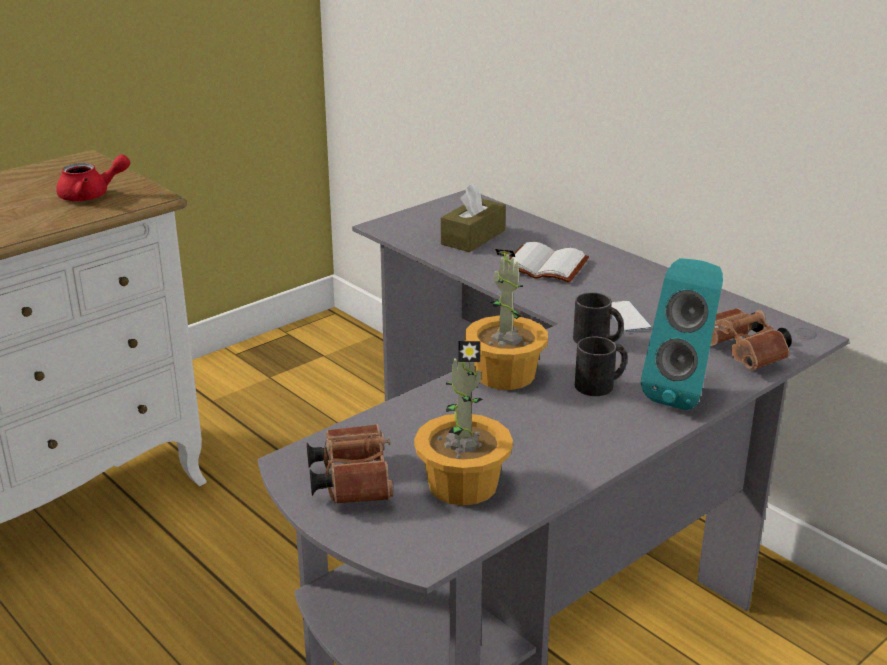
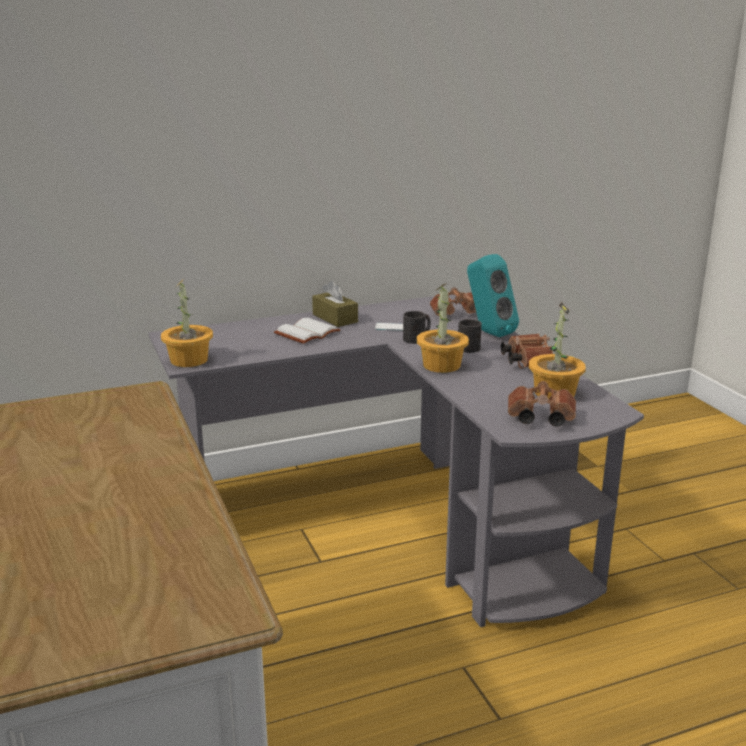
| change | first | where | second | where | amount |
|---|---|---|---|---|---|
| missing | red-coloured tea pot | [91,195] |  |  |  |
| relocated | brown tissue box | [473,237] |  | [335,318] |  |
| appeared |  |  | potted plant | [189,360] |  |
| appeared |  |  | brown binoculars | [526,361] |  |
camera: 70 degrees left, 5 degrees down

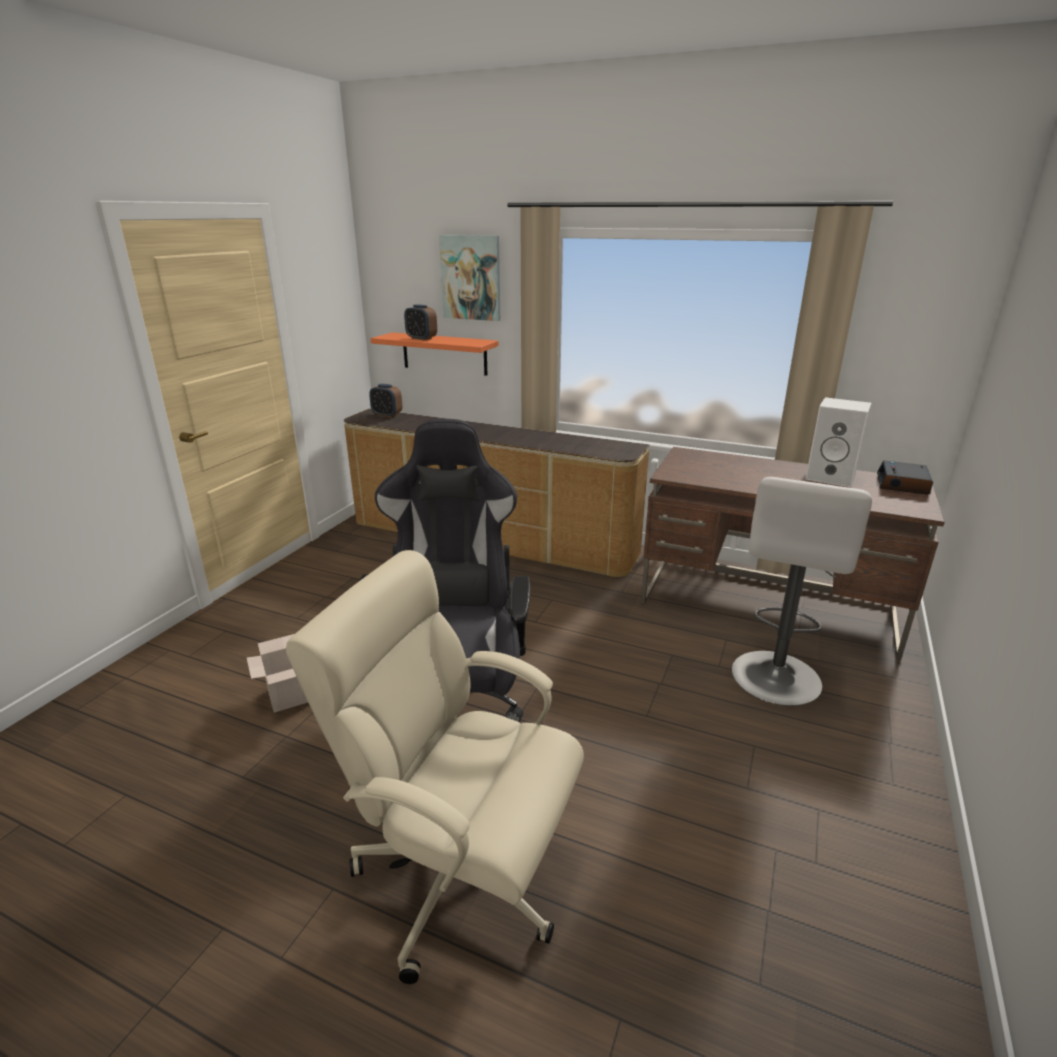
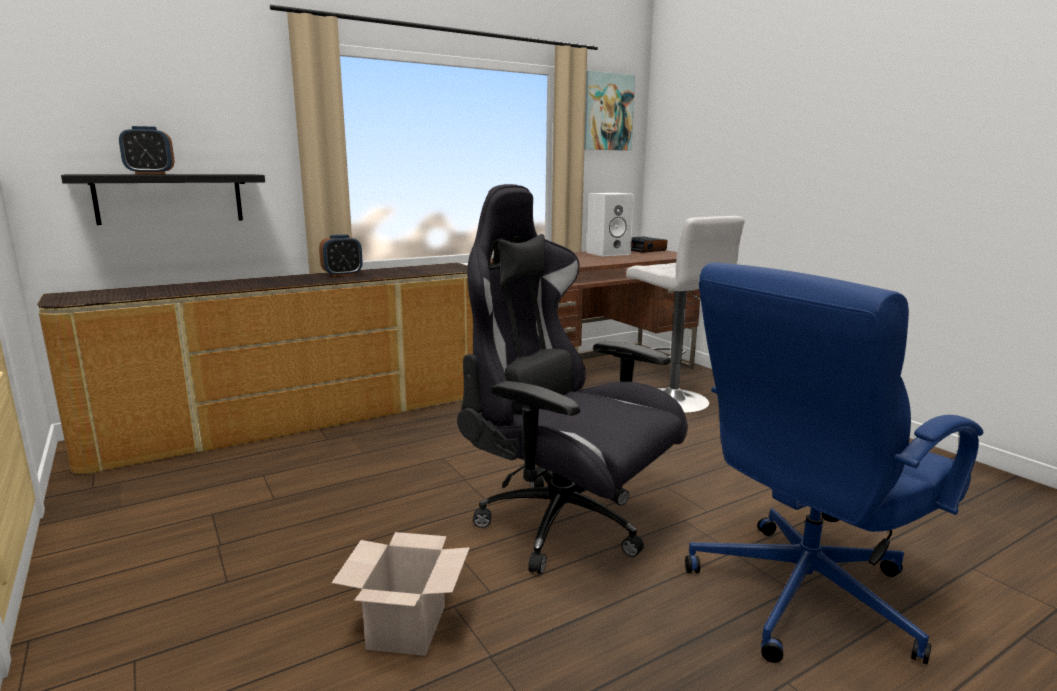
| change | first | where | second | where | amount |
|---|---|---|---|---|---|
| relocated | wall picture | [471,278] |  | [607,112] |  |
| colour | orangey shelf | [444,353] | black shelf | [170,198] |  |
| relocated | bedside clock | [387,415] |  | [342,274] |  |
| colour | beige desk chair | [461,875] | blue-coloured desk chair | [805,593] |  |
camera: 55 degrees left, 10 degrees down

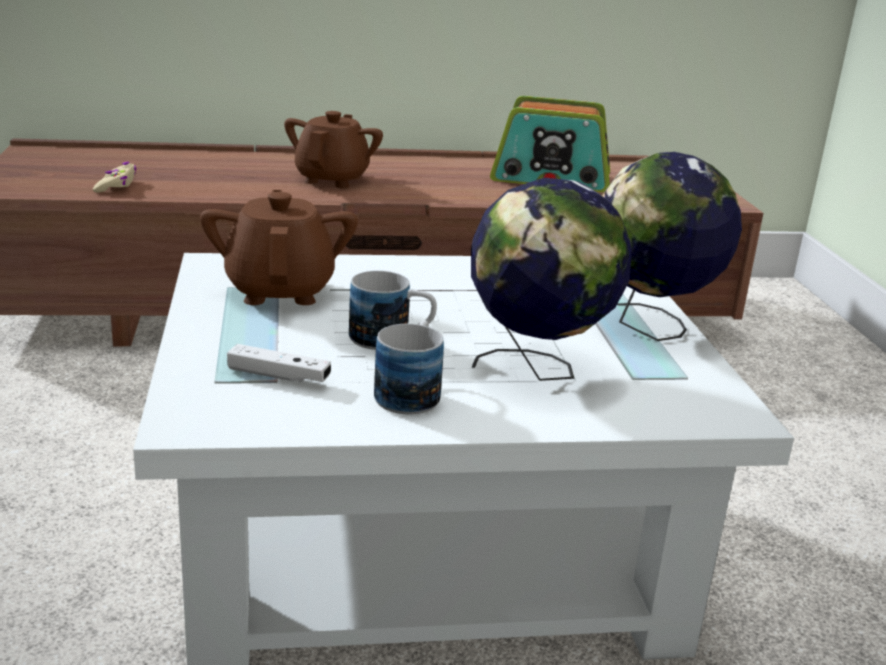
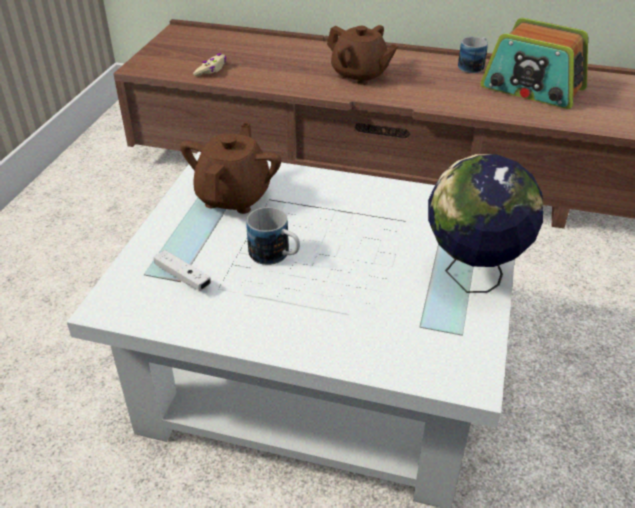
| change | first | where | second | where | amount |
|---|---|---|---|---|---|
| spun | brown tea pot | [332,179] |  | [359,75] | 90 degrees clockwise |
| missing | world globe | [537,370] |  |  |  |
| relocated | coffee mug | [411,392] |  | [473,65] |  |
camera: 25 degrees right, 15 degrees up

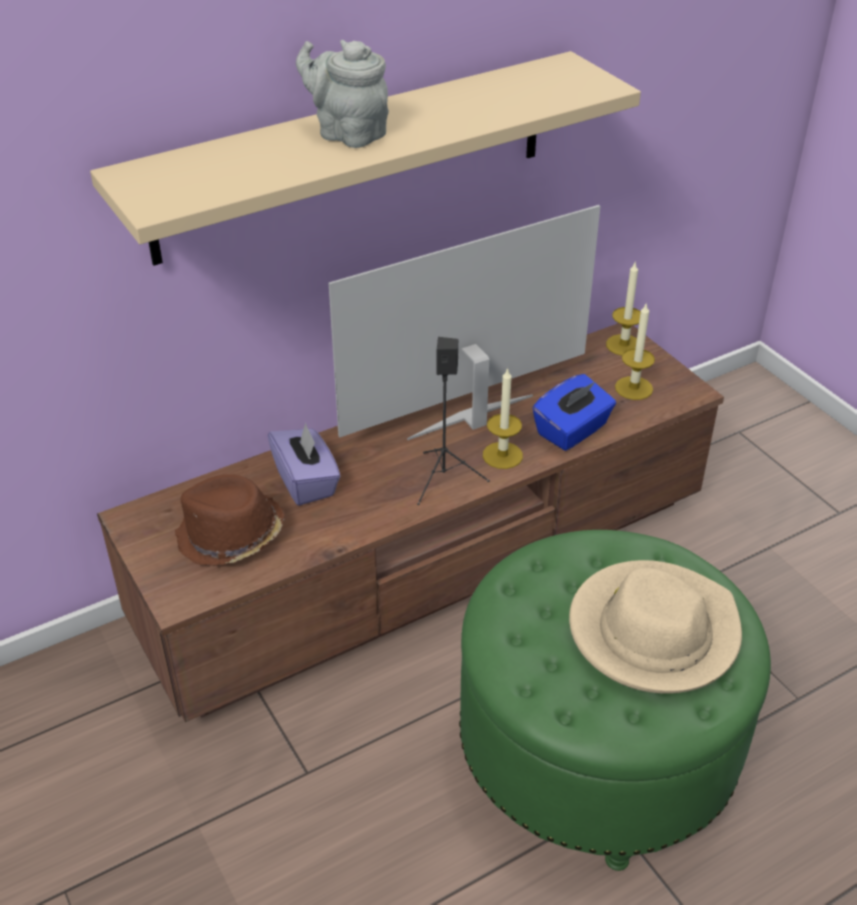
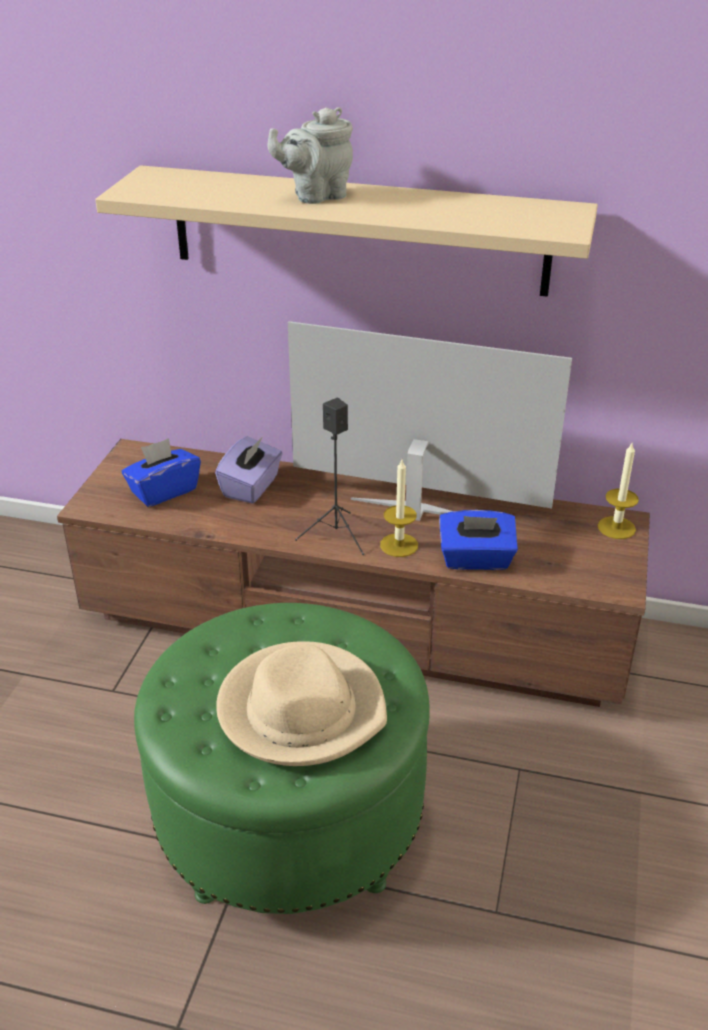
| change | first | where | second | where | amount |
|---|---|---|---|---|---|
| spun | greyish tea pot | [347,133] |  | [316,196] | 105 degrees counterclockwise |
| missing | wax light | [633,388] |  |  |  |
| exchanged | brown clothing hat | [230,536] | blue-coloured tissue box | [163,491] |  |
camera: 45 degrees right, 5 degrees down

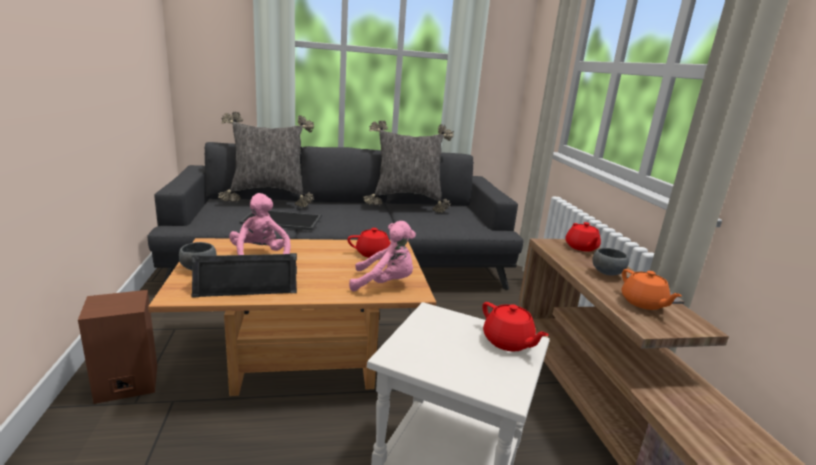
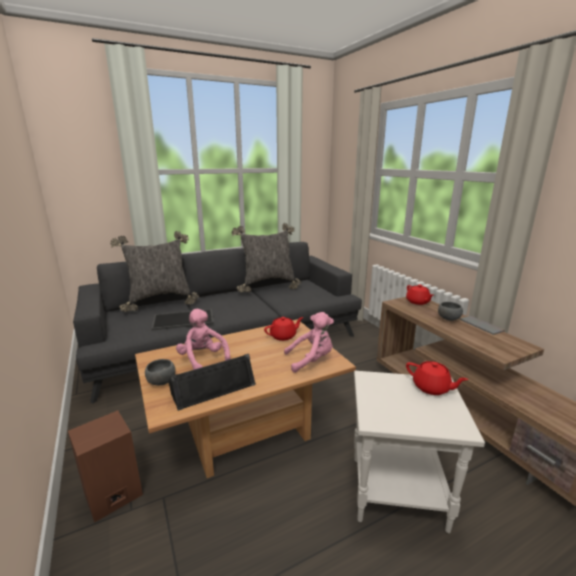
| change | first | where | second | where | amount |
|---|---|---|---|---|---|
| missing | orangey tea pot | [643,303] |  |  |  |
camera: 15 degrees left, 0 degrees up

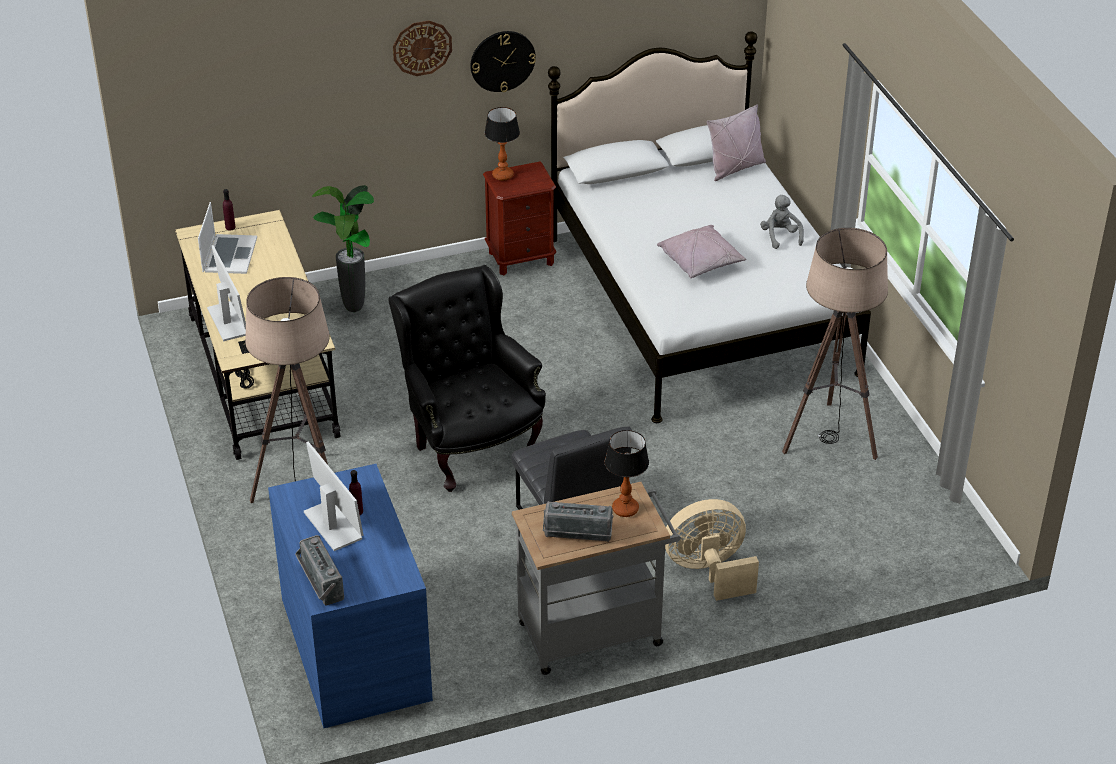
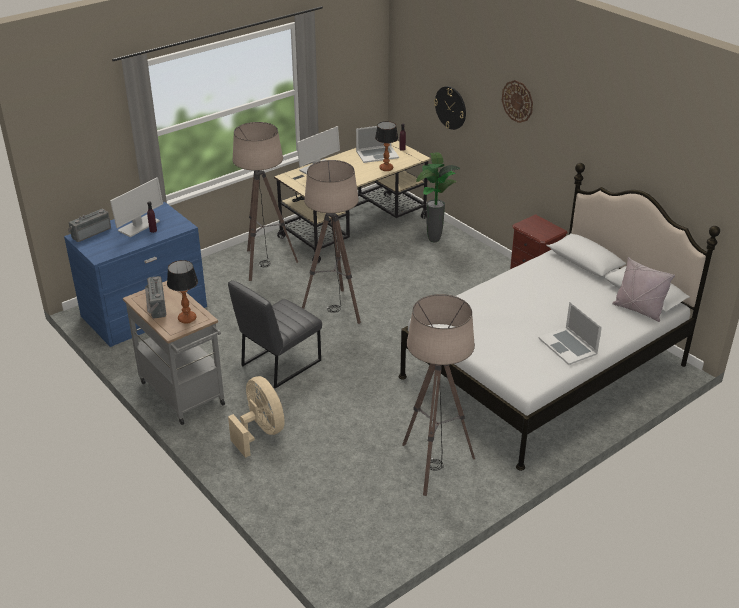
| change | first | where | second | where | amount |
|---|---|---|---|---|---|
| relocated | wall clock | [502,61] |  | [450,107] |  |
| relocated | table lamp | [502,175] |  | [386,168] |  |
| exchanged | greyish soft toy | [780,236] | portable computer | [568,346] |  |
| missing | purple-coloured throw pillow | [701,262] |  |  |  |
| exchanged | black lounge chair | [470,445] | standard lamp | [334,309] |  |
camera: 70 degrees right, 5 degrees down

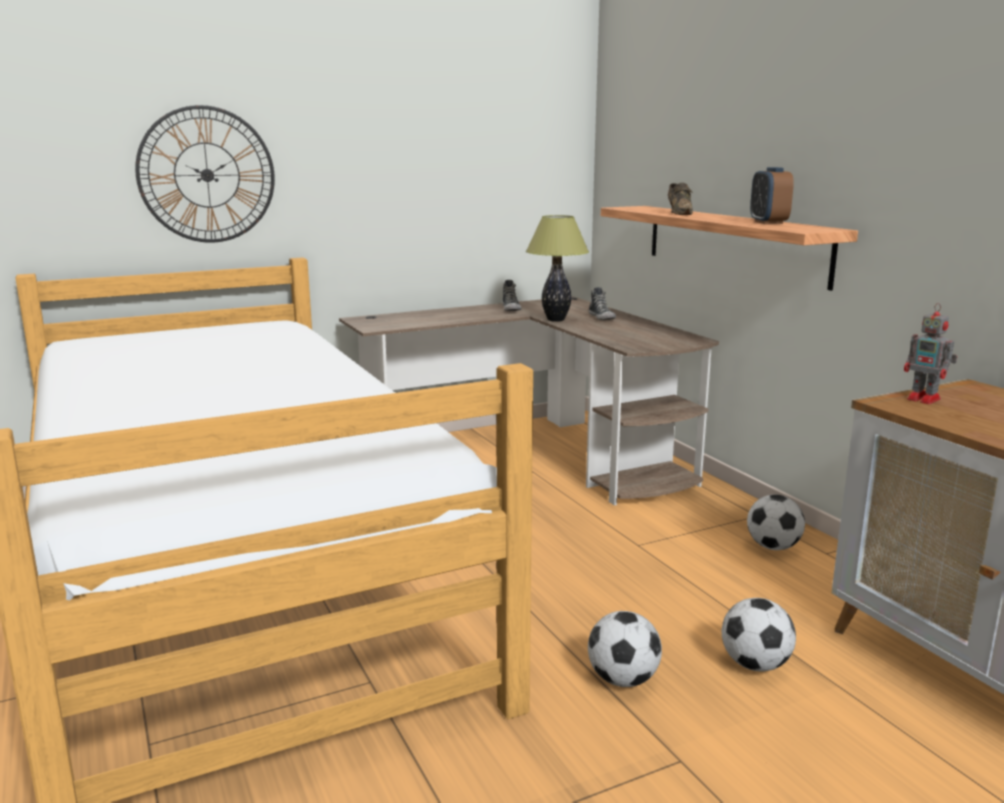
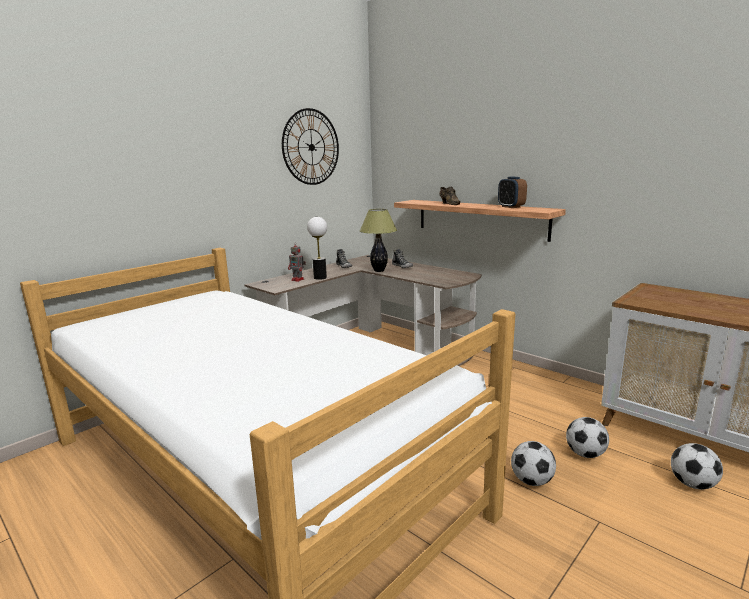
| change | first | where | second | where | amount |
|---|---|---|---|---|---|
| relocated | wall clock | [207,175] |  | [311,147] |  |
| relocated | model robot | [925,399] |  | [298,280] |  |
| relocated | football | [773,547] |  | [692,484] |  |
| appeared |  |  | table lamp | [320,277] |  |
camera: 20 degrees left, 0 degrees up

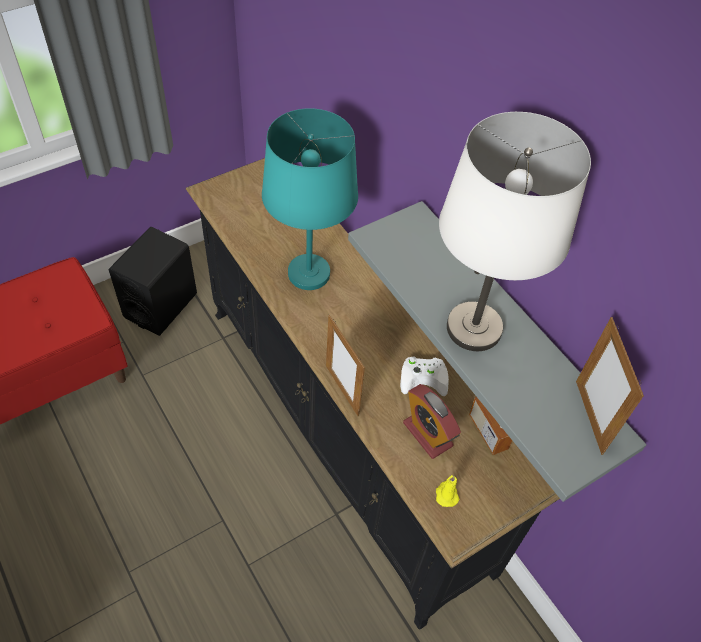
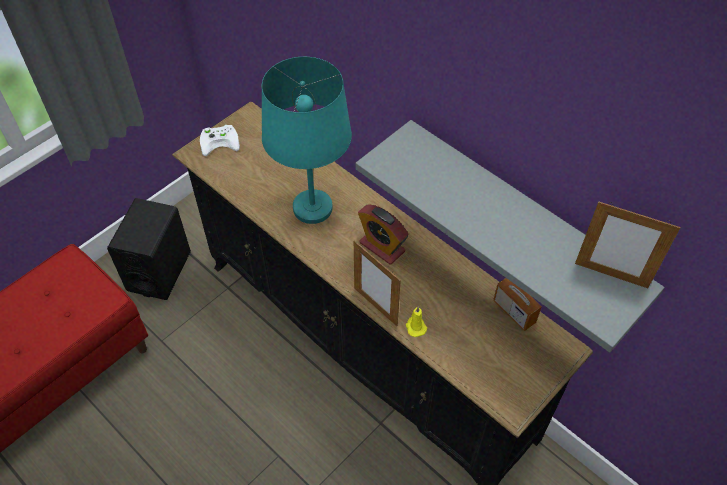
| change | first | where | second | where | amount |
|---|---|---|---|---|---|
| missing | white-coloured table lamp | [473,328] |  |  |  |
| spun | photo frame | [589,416] |  | [611,275] | 45 degrees counterclockwise |
| relocated | white-coloured gamepad | [425,377] |  | [220,141] |  |
| relocated | bedside clock | [427,434] |  | [382,247] |  |
| relocated | yellow wax light | [446,494] |  | [415,326] |  |
camera: 10 degrees left, 0 degrees up

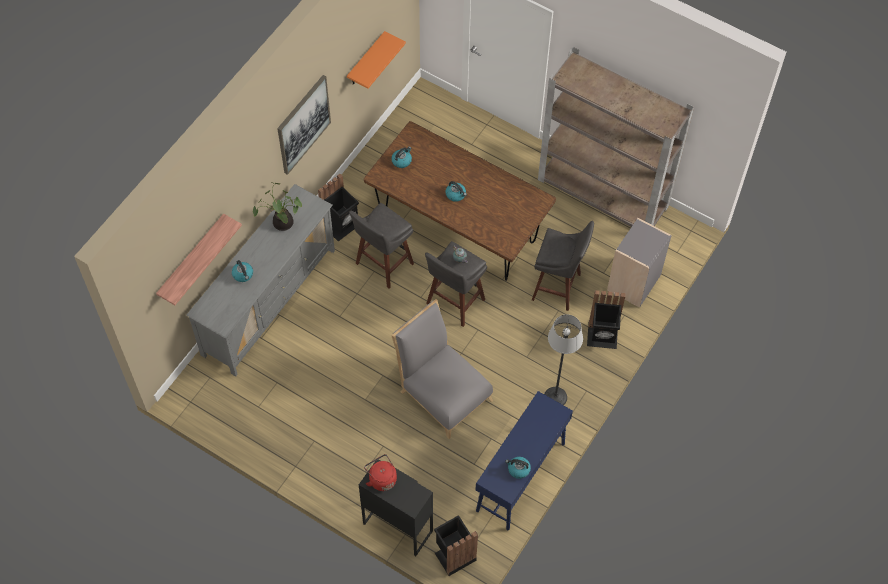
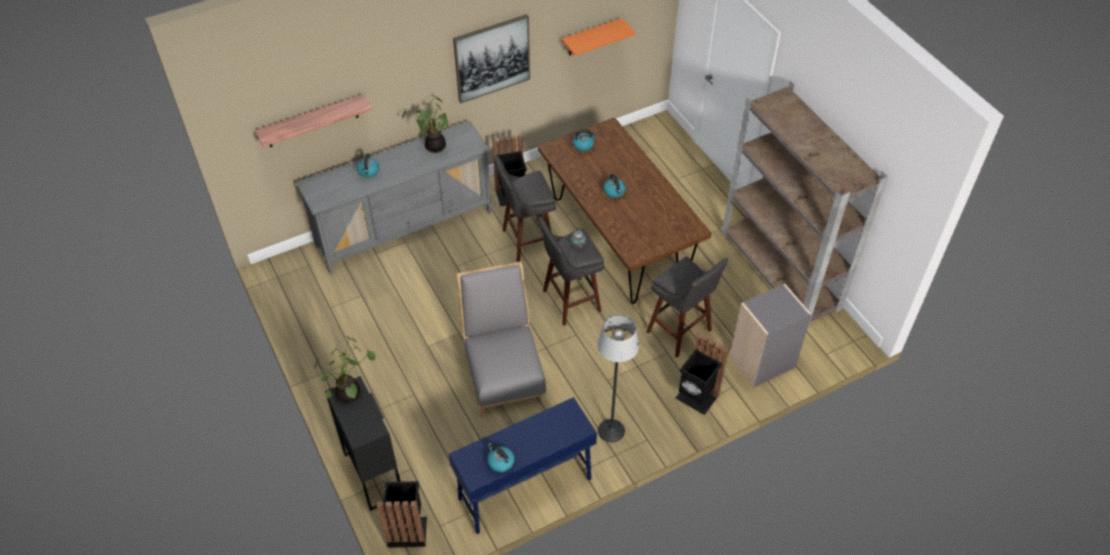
| change | first | where | second | where | amount |
|---|---|---|---|---|---|
| exchanged | red-coloured tea kettle | [381,478] | potted plant | [350,396] |  |
camera: 30 degrees right, 10 degrees down

